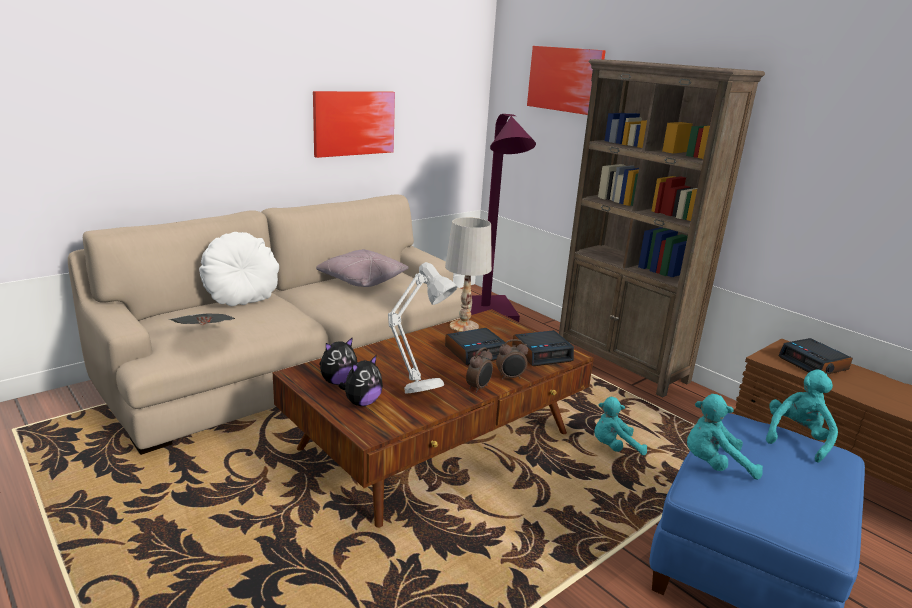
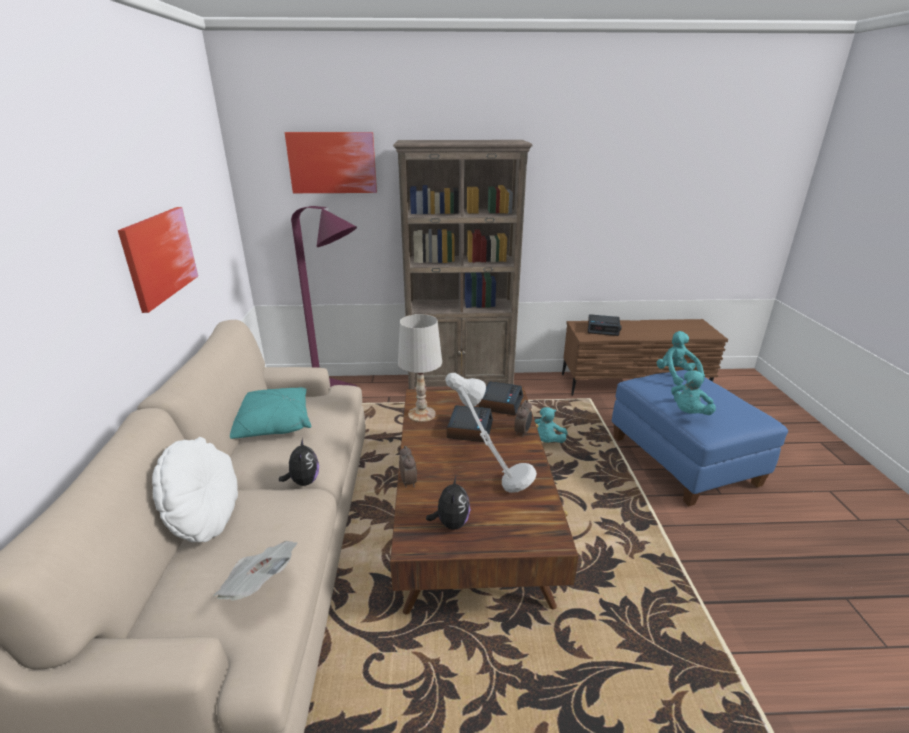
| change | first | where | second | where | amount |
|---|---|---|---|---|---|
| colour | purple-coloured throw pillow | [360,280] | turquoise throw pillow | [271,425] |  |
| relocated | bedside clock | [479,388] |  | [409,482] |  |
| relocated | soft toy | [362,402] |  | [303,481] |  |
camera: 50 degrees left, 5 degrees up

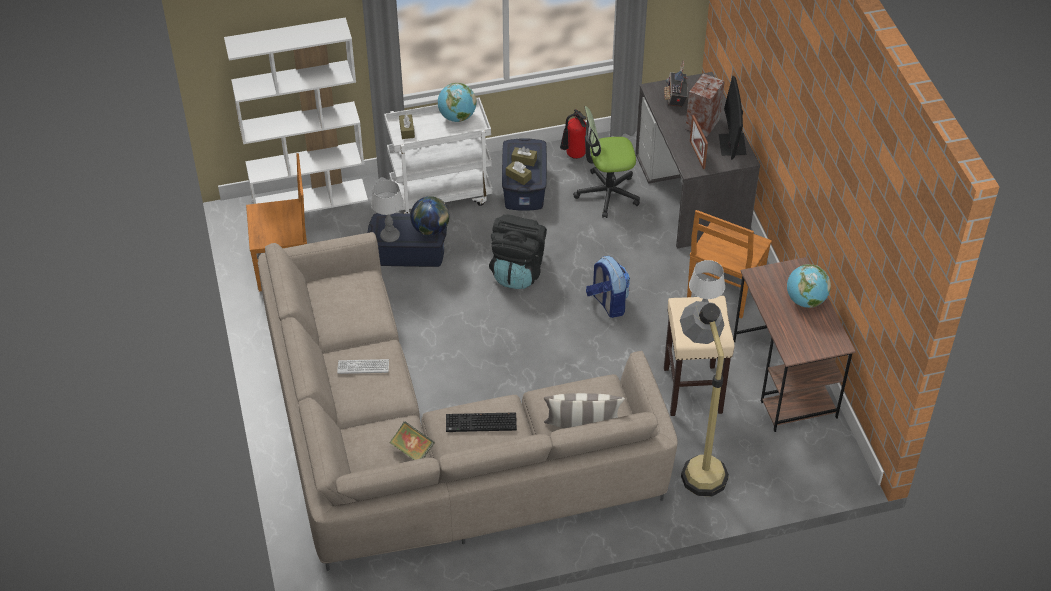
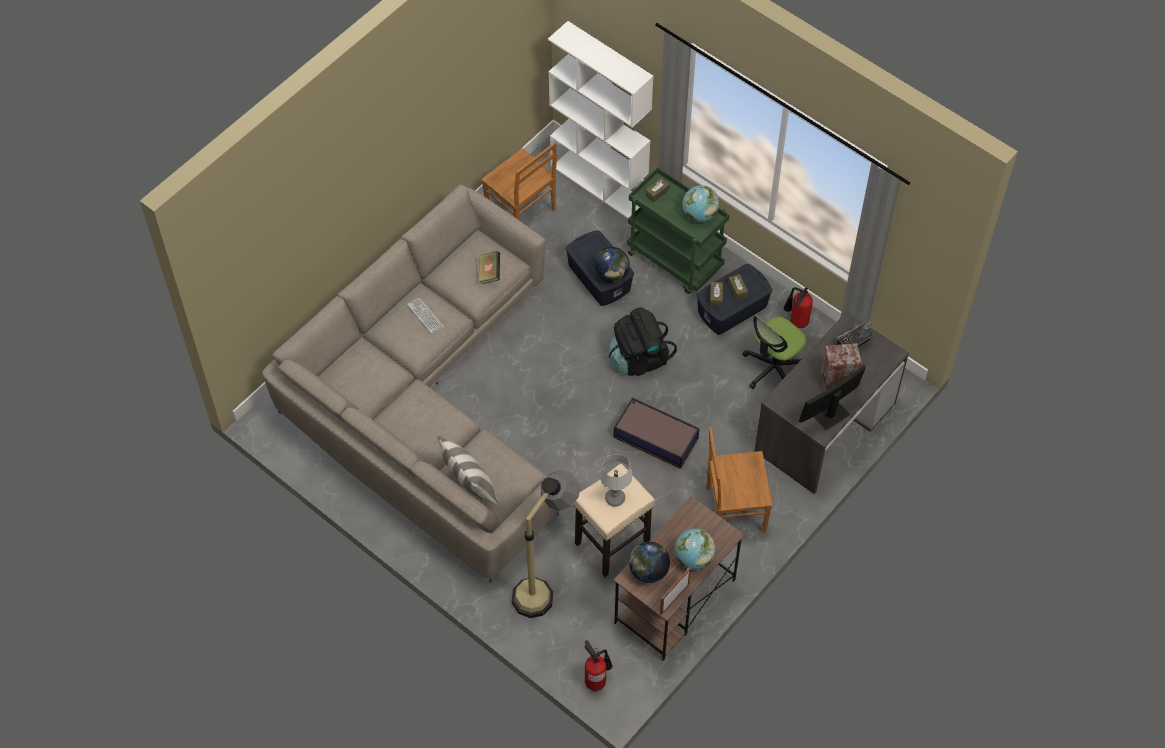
| change | first | where | second | where | amount |
|---|---|---|---|---|---|
| colour | white-coloured trolley | [441,195] | greenish trolley | [676,261] |  |
| spun | desk chair | [607,193] |  | [773,369] | 90 degrees counterclockwise |
| relocated | photo frame | [697,154] |  | [674,598] |  |
| missing | table lamp | [390,236] |  |  |  |
| exchanged | rucksack | [607,303] | storage box | [655,437] |  |
| missing | computer keyboard | [480,424] |  |  |  |
| relocated | volume | [412,450] |  | [489,273] |  |
| appeared |  |  | world globe | [648,571] |  |
| appeared |  |  | extinguisher | [597,679] |  |
camera: 55 degrees right, 10 degrees up

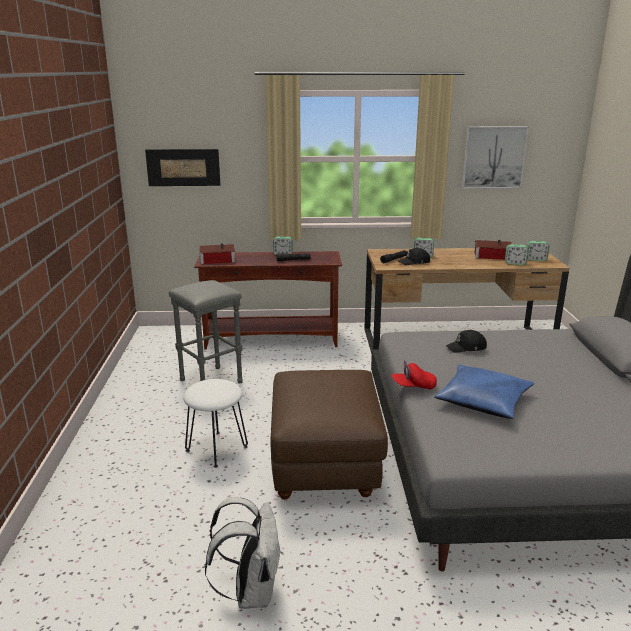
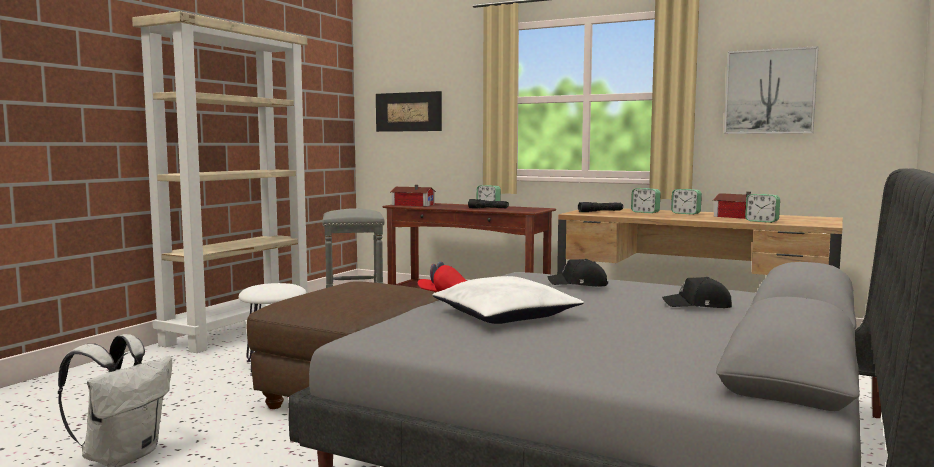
| change | first | where | second | where | amount |
|---|---|---|---|---|---|
| relocated | bedside clock | [536,259] |  | [685,213] |  |
| relocated | black peaked cap | [414,262] |  | [698,305] |  |
| colour | blue-coloured throw pillow | [482,400] | white-coloured throw pillow | [504,315] |  |
| appeared |  |  | beige shelving unit | [239,330] |  |
camera: 30 degrees right, 15 degrees down

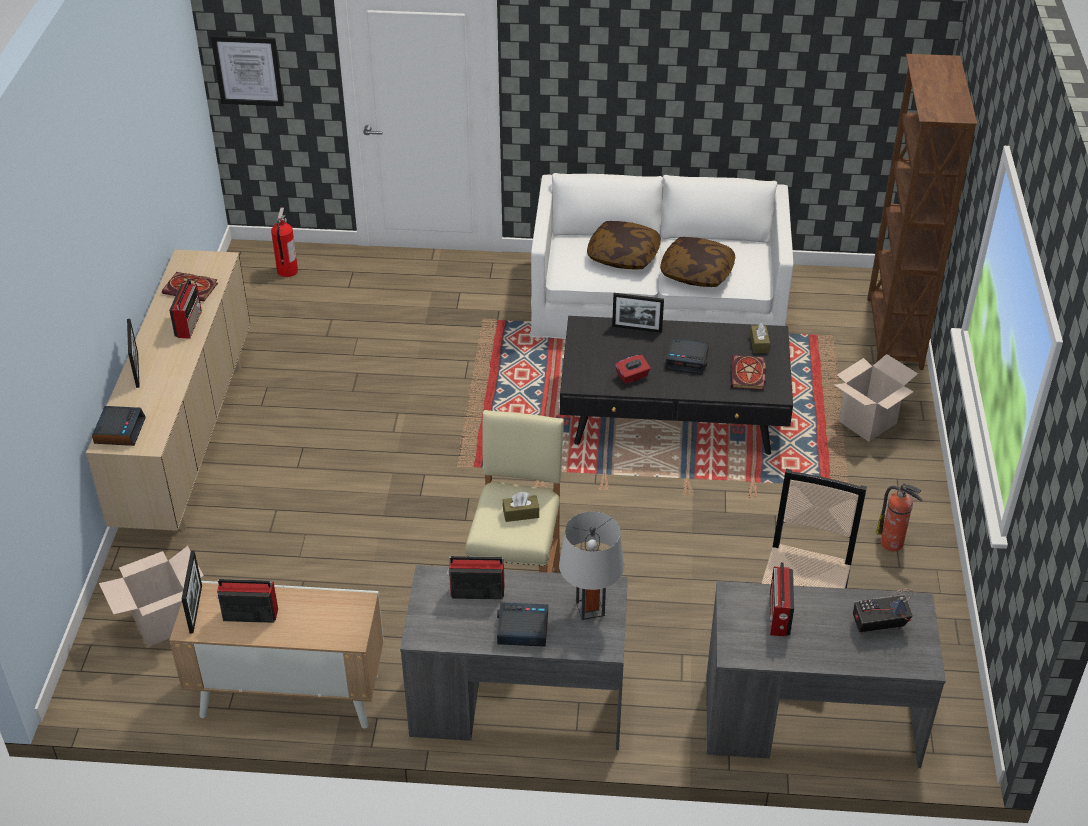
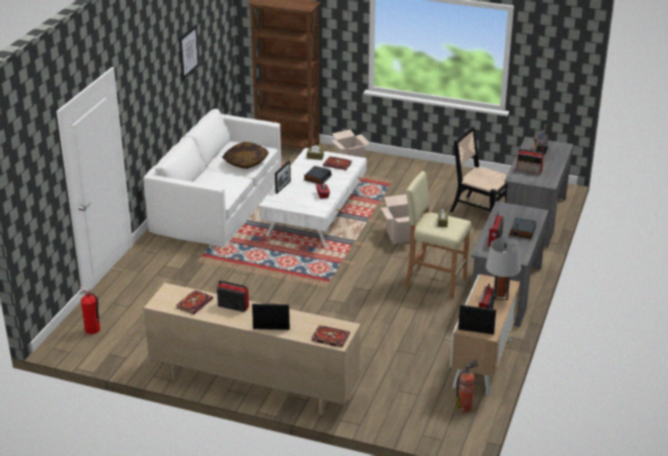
| change | first | where | second | where | amount |
|---|---|---|---|---|---|
| relocated | wall picture | [248,70] |  | [188,52] |  |
| missing | throw pillow | [623,256] |  |  |  |
| colour | black low table | [673,413] | white-coloured low table | [315,215] |  |
| exchanged | bedside clock | [119,430] | volume | [329,337] |  |
| relocated | extinguisher | [893,544] |  | [465,407] |  |
| relocated | greyish table lamp | [590,608] |  | [500,296] |  |
| relocated | carton | [163,622] |  | [400,236] |  |
camera: 75 degrees left, 10 degrees down

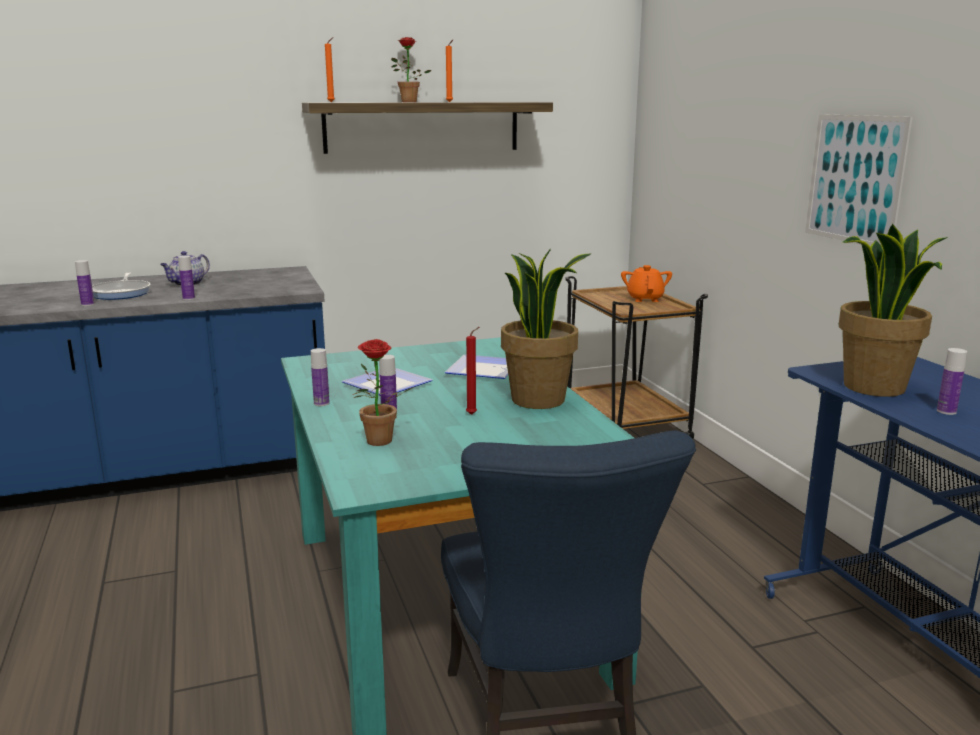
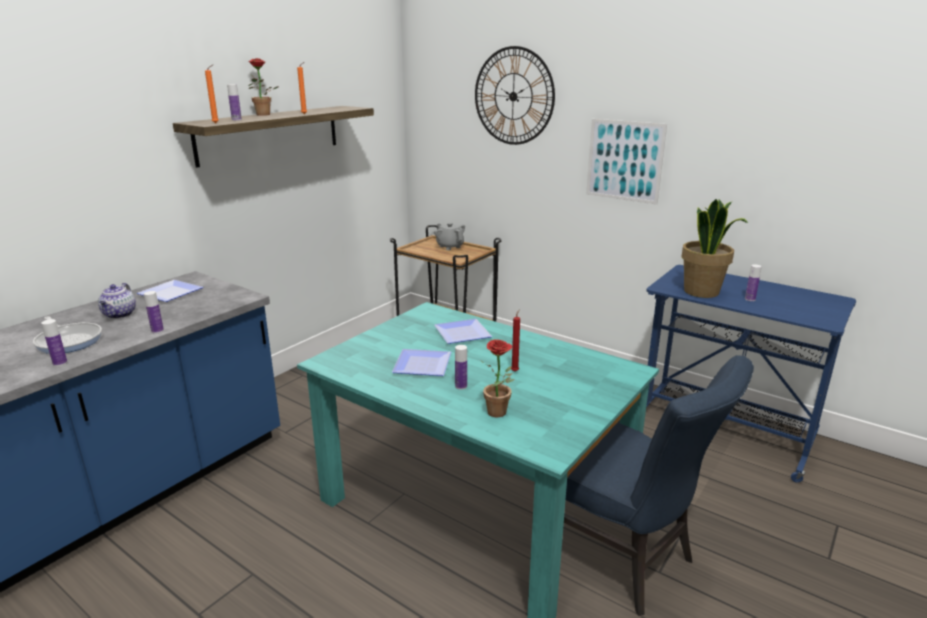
| change | first | where | second | where | amount |
|---|---|---|---|---|---|
| missing | potted plant | [539,399] |  |  |  |
| colour | orangey tea pot | [645,299] | greyish tea pot | [449,246] |  |
| relocated | bottle | [321,403] |  | [236,120] |  |
| appeared |  |  | wall clock | [513,96] |  |
| appeared |  |  | plate | [173,293] |  |
camera: 35 degrees left, 5 degrees up

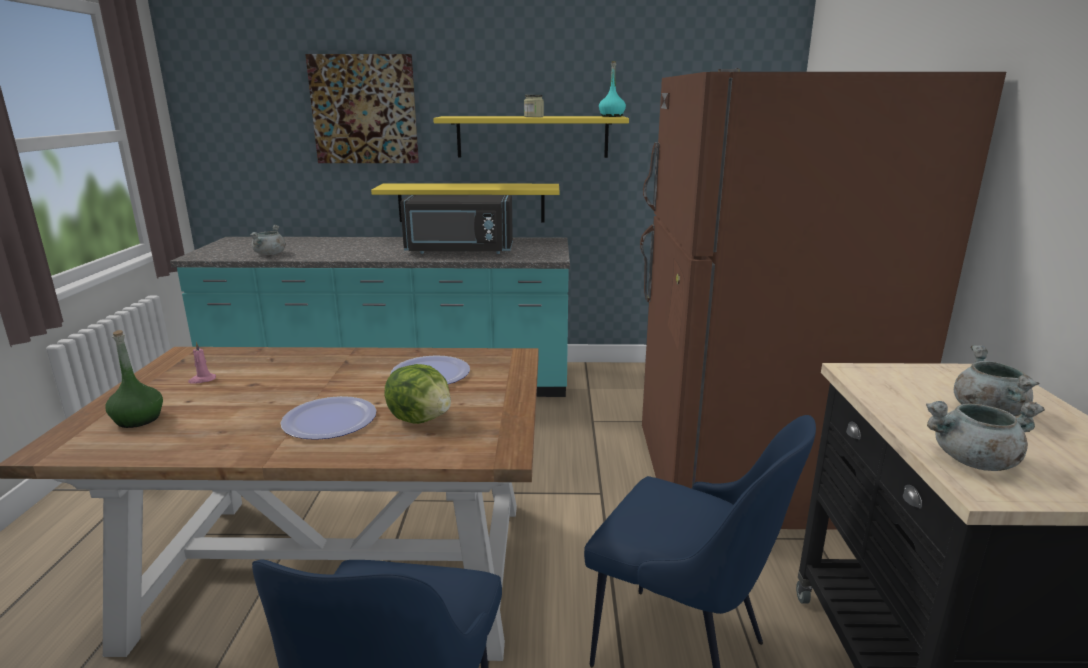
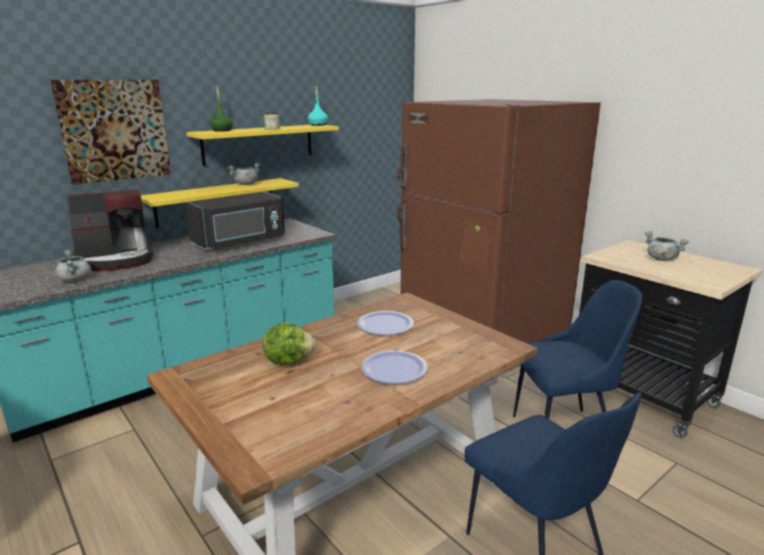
| change | first | where | second | where | amount |
|---|---|---|---|---|---|
| relocated | greenish bottle | [138,419] |  | [222,130] |  |
| missing | pink-coloured wax light | [202,380] |  |  |  |
| relocated | lettuce head | [421,418] |  | [288,360] |  |
| relocated | greyish cooking pot | [973,461] |  | [246,184] |  |
| appeared |  |  | coffee brewer | [116,260] |  |
camera: 40 degrees left, 0 degrees up

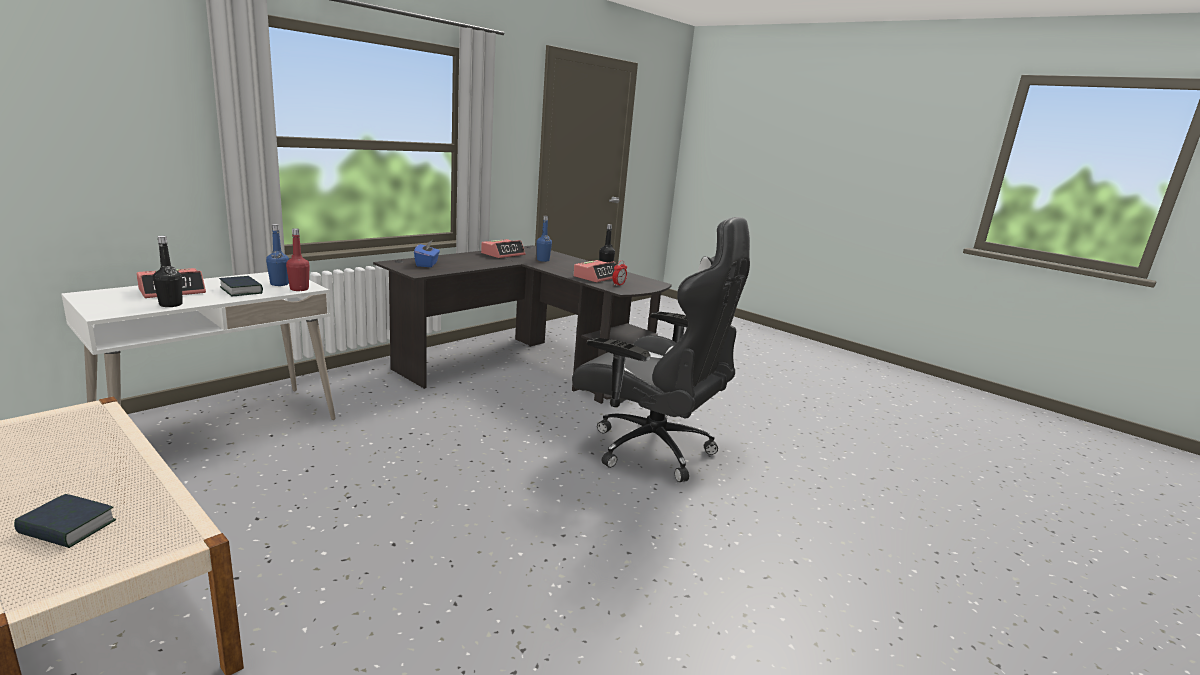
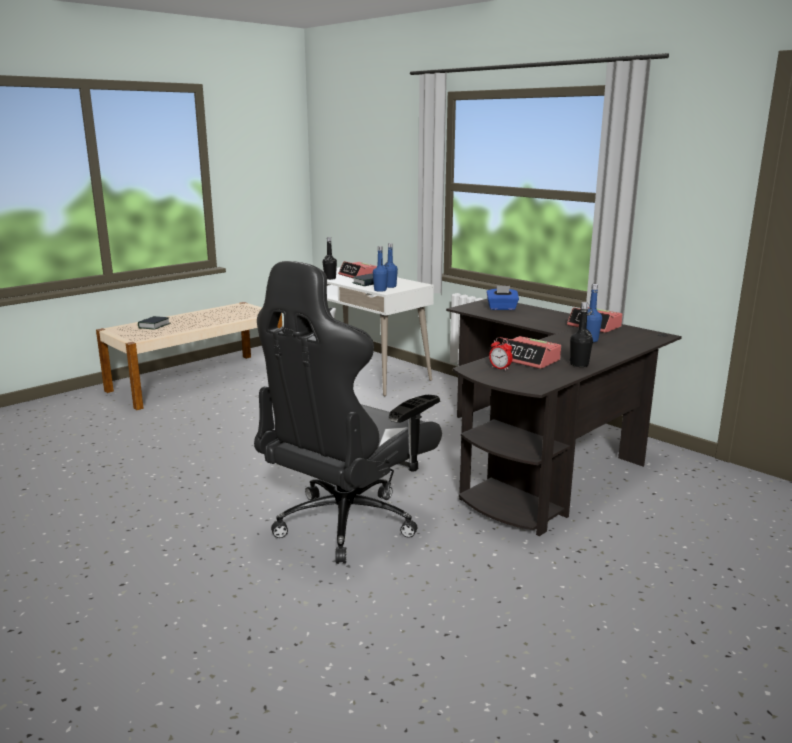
| change | first | where | second | where | amount |
|---|---|---|---|---|---|
| colour | red-coloured bottle | [299,289] | blue-coloured bottle | [380,290] |  |
camera: 95 degrees right, 0 degrees up

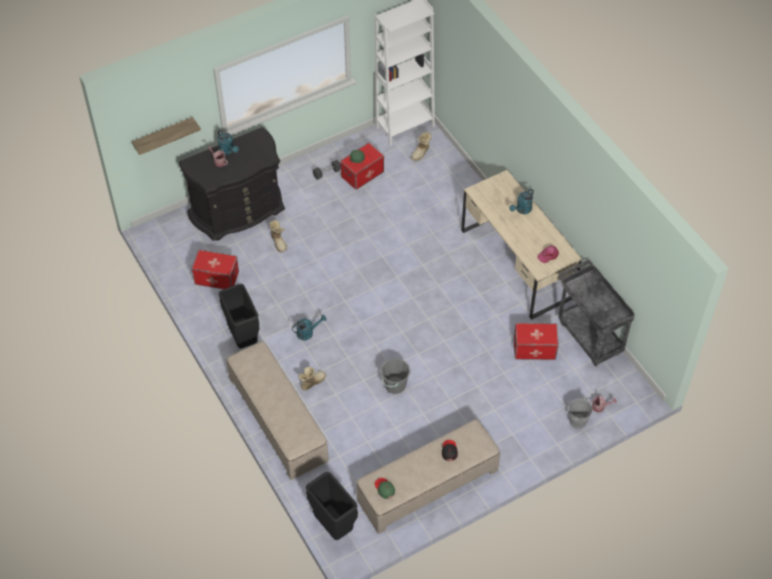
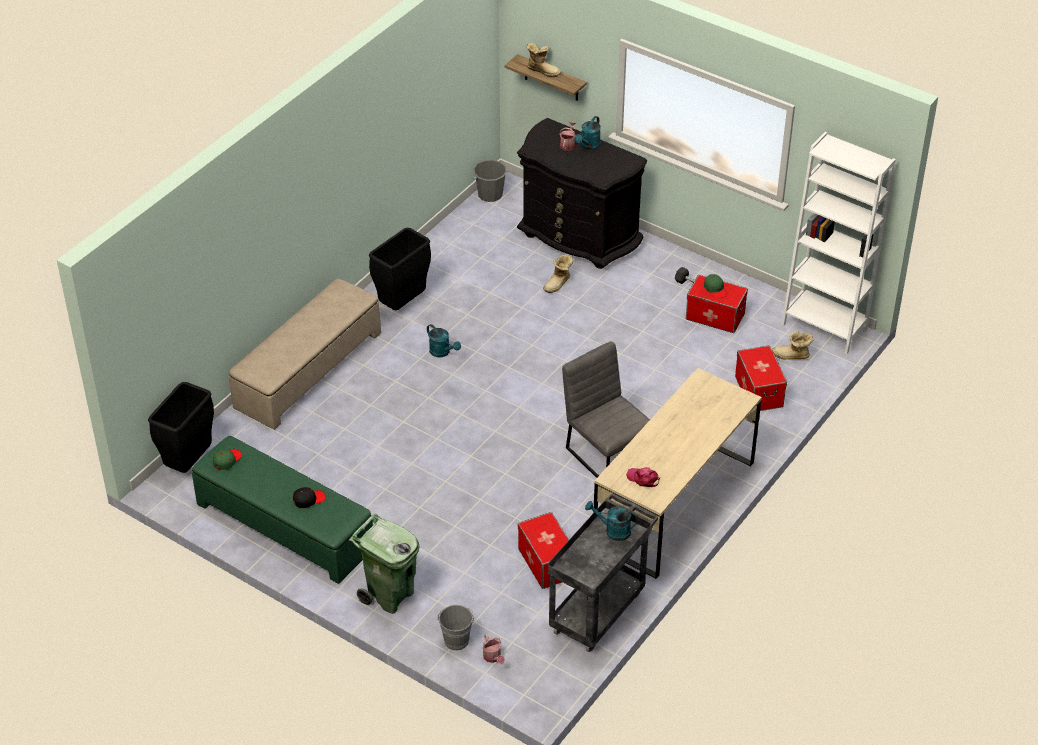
| change | first | where | second | where | amount |
|---|---|---|---|---|---|
| relocated | turquoise watering pot | [522,210] |  | [613,531] |  |
| relocated | storage box | [217,277] |  | [759,391] |  |
| relocated | greyish pail | [395,385] |  | [490,194] |  |
| relocated | high-top boot | [311,382] |  | [543,70] |  |
| colour | beige long seat | [427,486] | greenish long seat | [283,526] |  |
| appeared |  |  | greyish plain chair | [607,453] |  |
| appeared |  |  | greenish trash can | [389,595] |  |
camera: 65 degrees right, 10 degrees down

